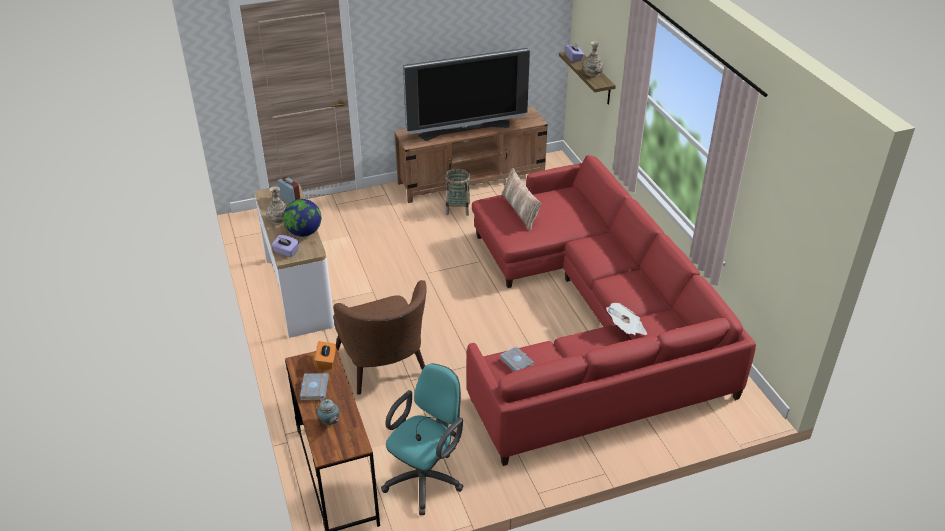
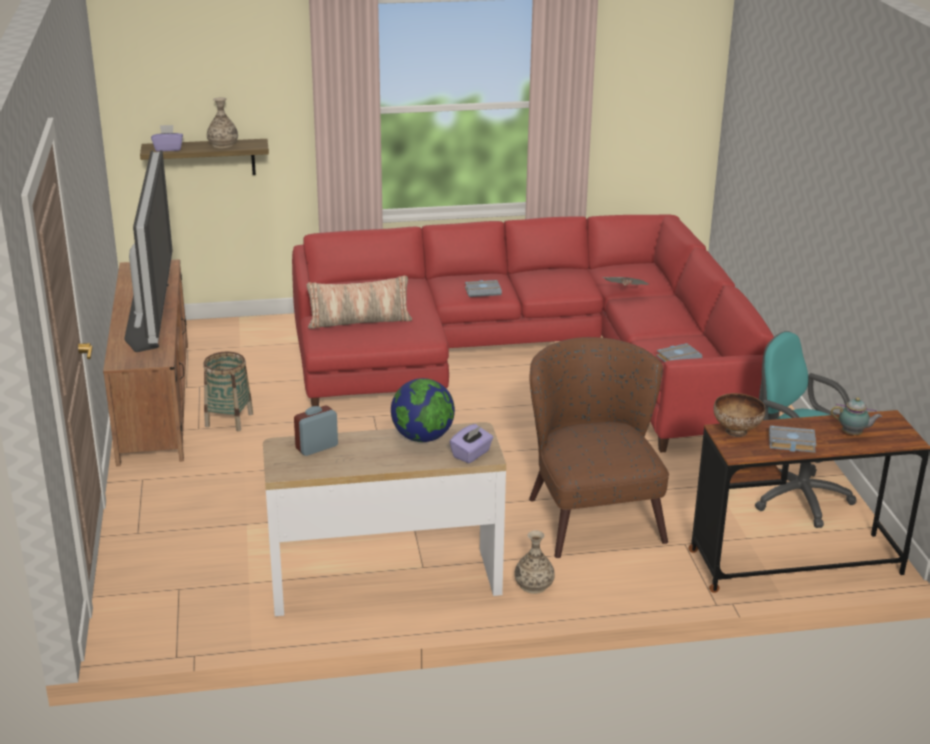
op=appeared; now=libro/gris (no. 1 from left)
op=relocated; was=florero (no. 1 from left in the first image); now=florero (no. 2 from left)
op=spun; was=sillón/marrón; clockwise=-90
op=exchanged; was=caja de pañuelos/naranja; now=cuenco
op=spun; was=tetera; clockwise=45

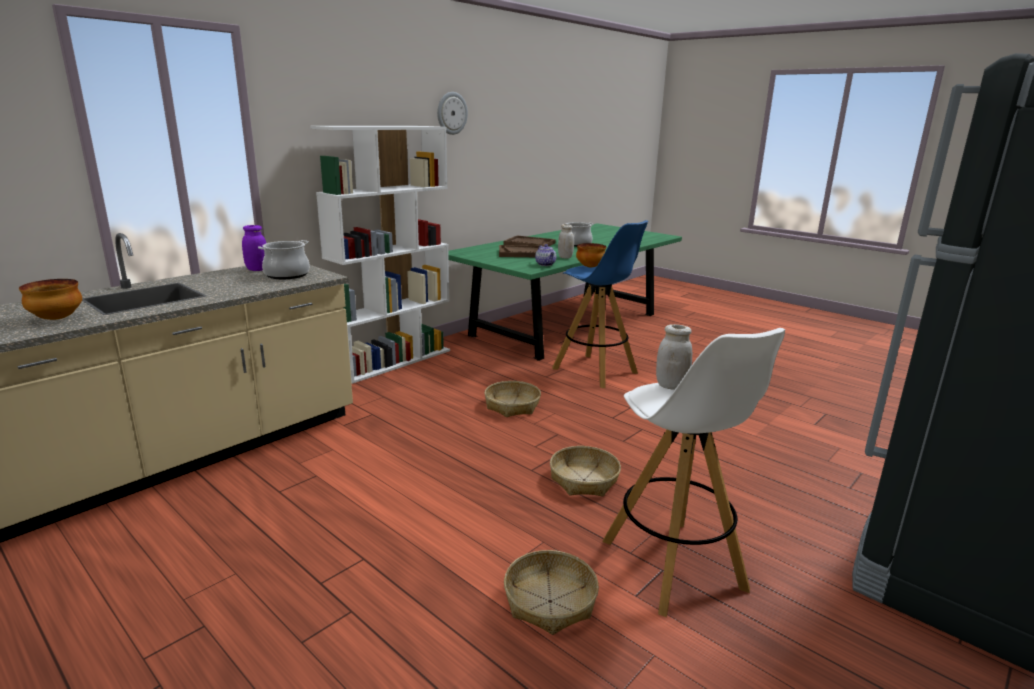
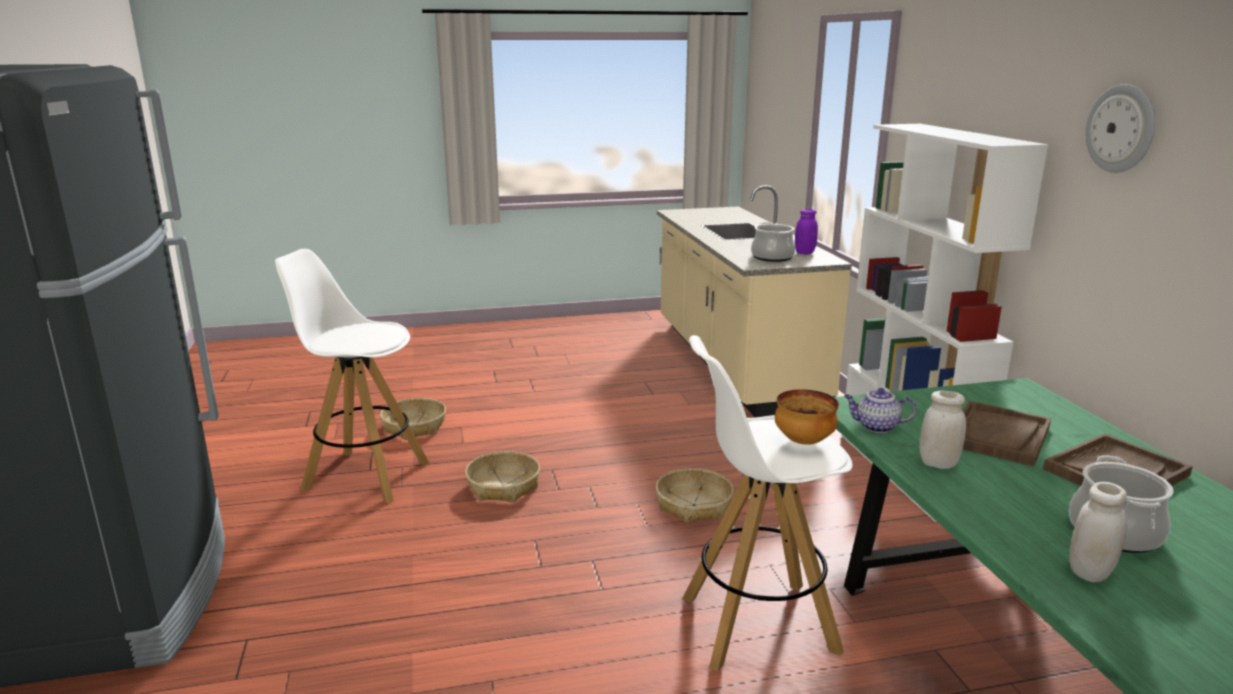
op=colour; was=taburete/azul; now=taburete/blanco (no. 2 from left)
op=relocated; was=tarro/blanco (no. 2 from left)
op=missing; was=cuenco (no. 1 from left)

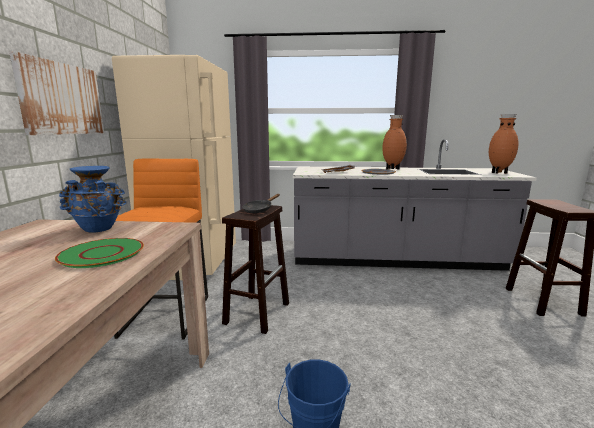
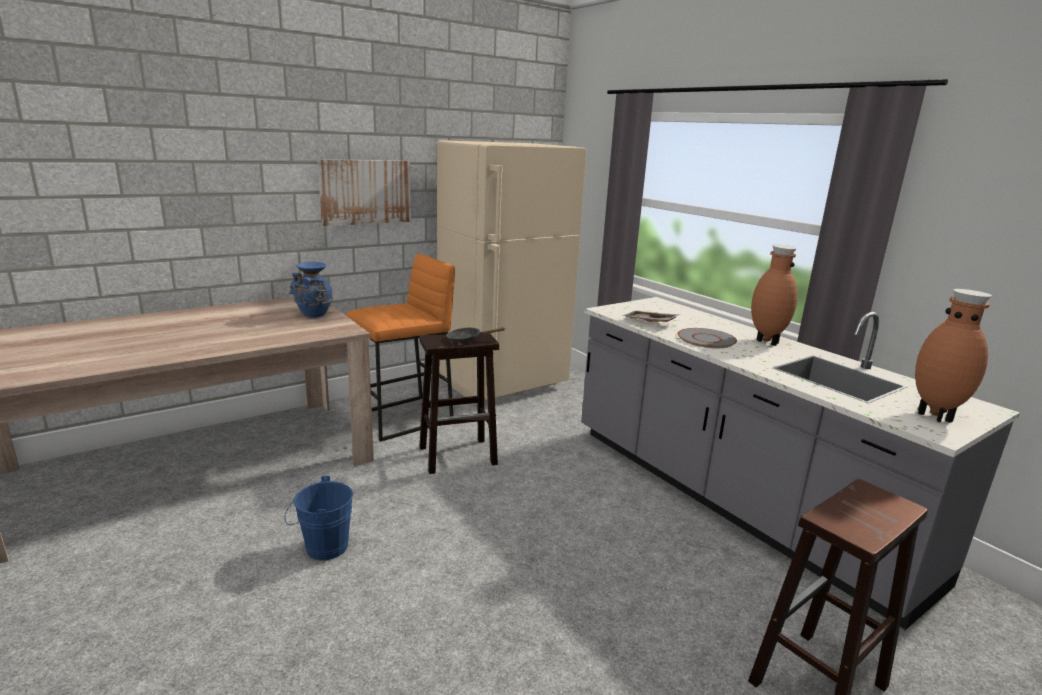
op=missing; was=plato/verde

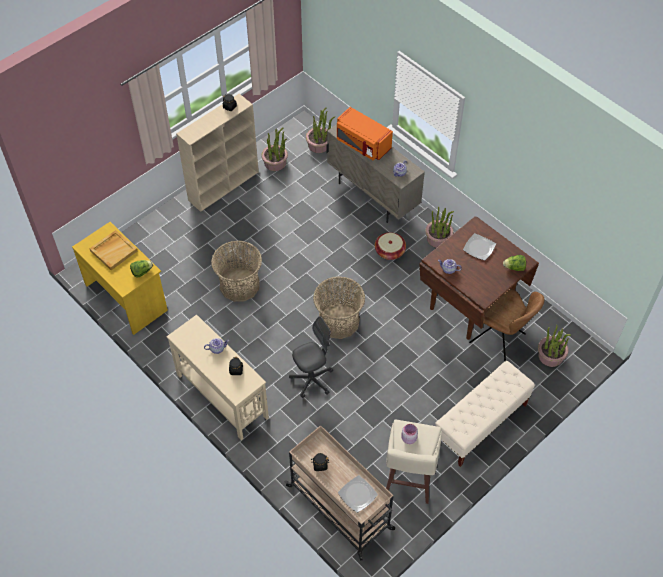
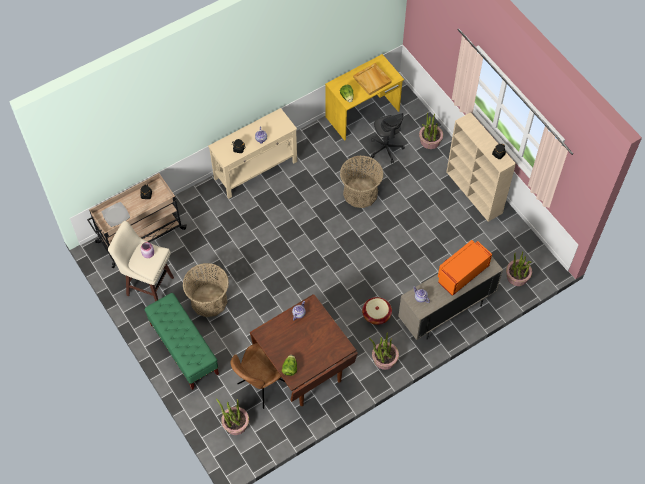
op=colour; was=banco/beis; now=banco/verde
op=relocated; was=cesta (no. 2 from left in the first image); now=cesta (no. 1 from left)
op=relocated; was=silla de oficina/gris
op=relocated; was=planta en maceta (no. 1 from left in the first image); now=planta en maceta (no. 3 from left)
op=missing; was=plato (no. 2 from left)

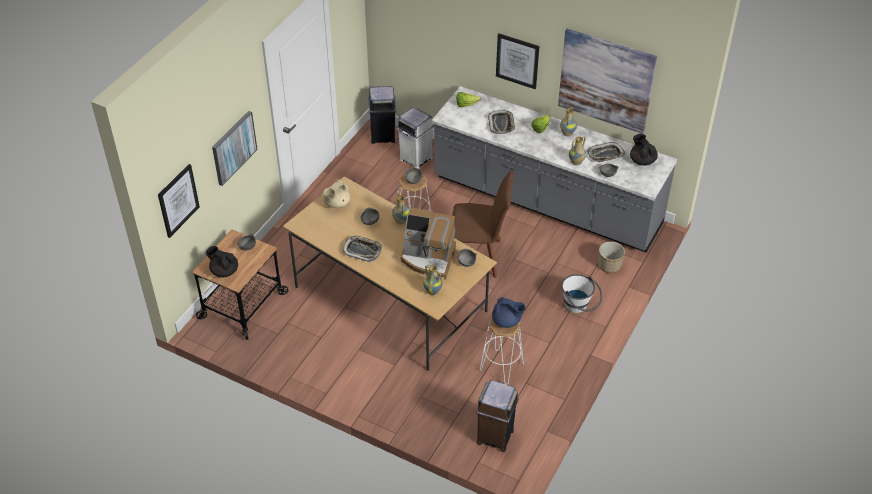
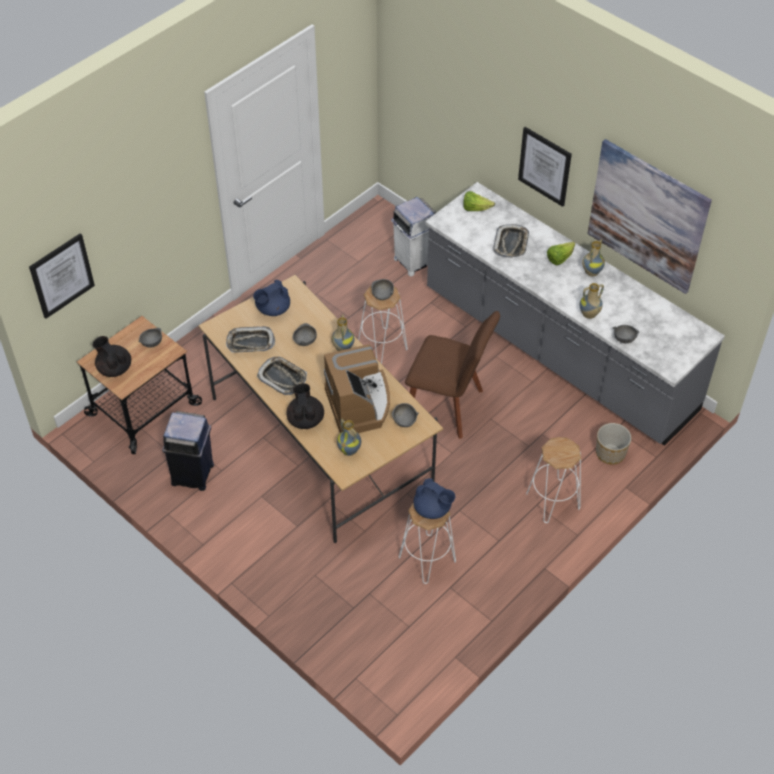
op=relocated; was=papelera/azul
op=relocated; was=bandeja (no. 3 from left in the first image); now=bandeja (no. 1 from left)
op=colour; was=tetera/beis; now=tetera/azul (no. 1 from left)
op=relocated; was=tetera/negro (no. 2 from left)
op=spun; was=cafetera; clockwise=-135
op=exchanged; was=cubo/blanco; now=taburete/blanco (no. 3 from left)
op=missing; was=cuadro (no. 2 from left)
op=missing; was=papelera/marrón

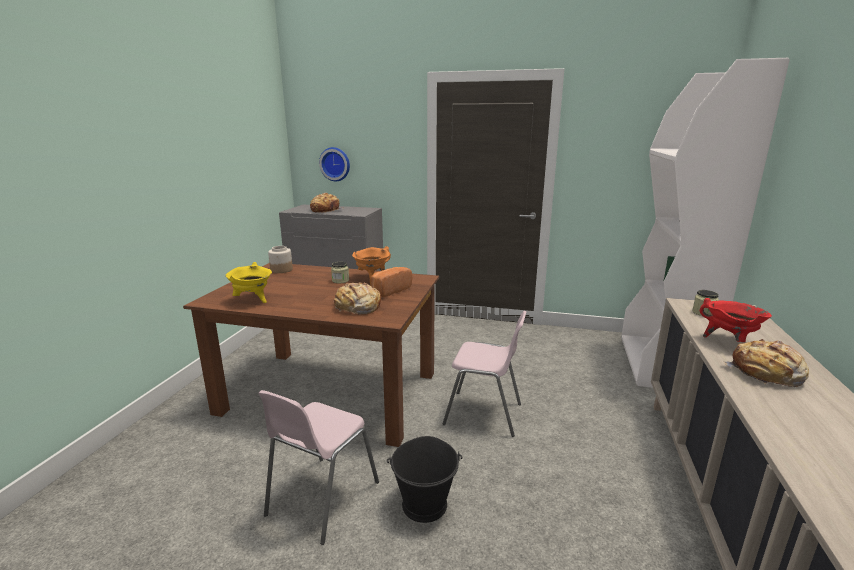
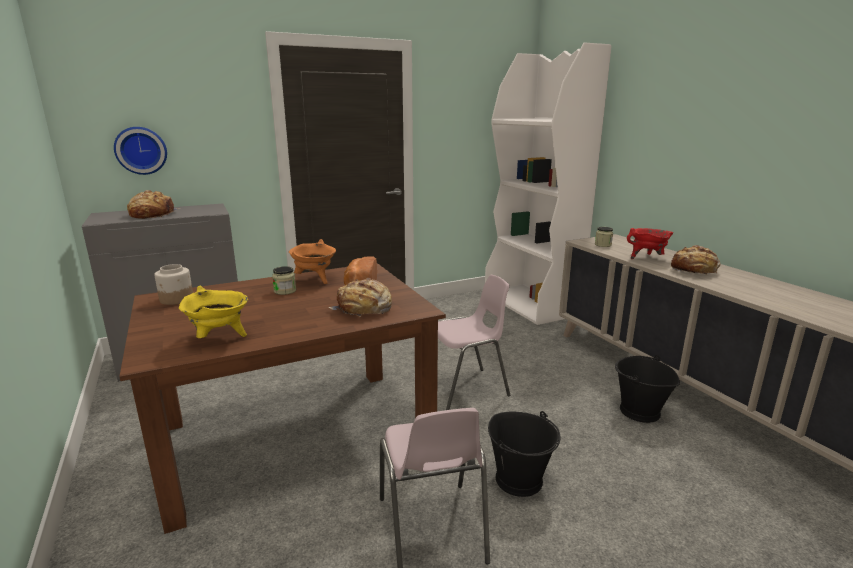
op=appeared; now=cubo/negro (no. 2 from left)

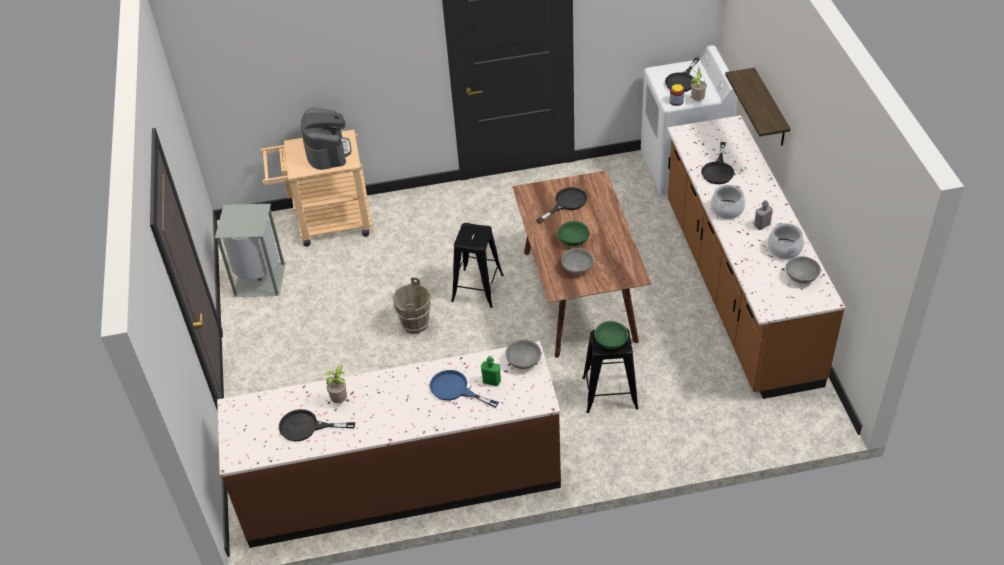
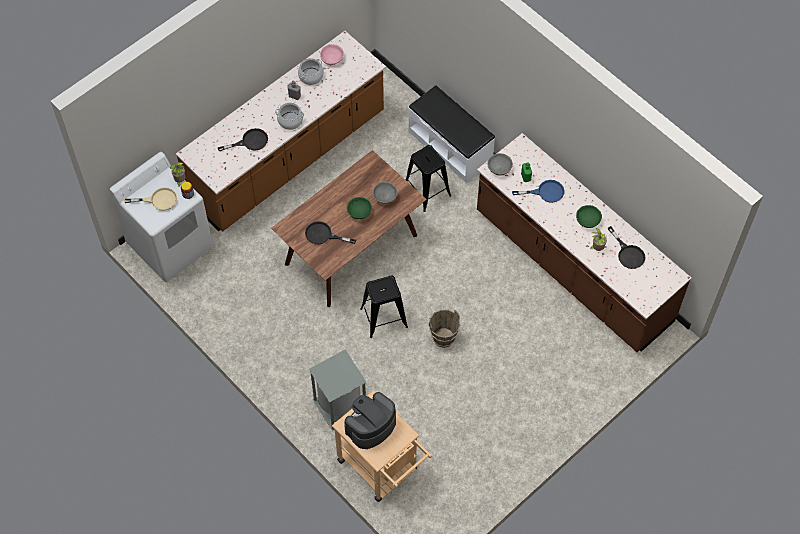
op=colour; was=sartén/negro (no. 3 from left); now=sartén/beis
op=relocated; was=papelera/gris
op=colour; was=cuenco/gris (no. 3 from left); now=cuenco/rosa
op=appeared; now=banco/blanco
op=spun; was=sartén/azul; clockwise=-90
op=relocated; was=cuenco/verde (no. 2 from left)
op=missing; was=estante

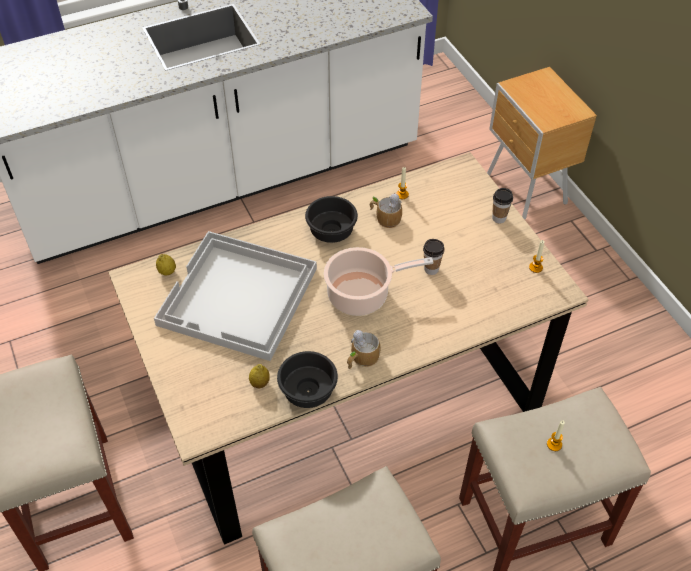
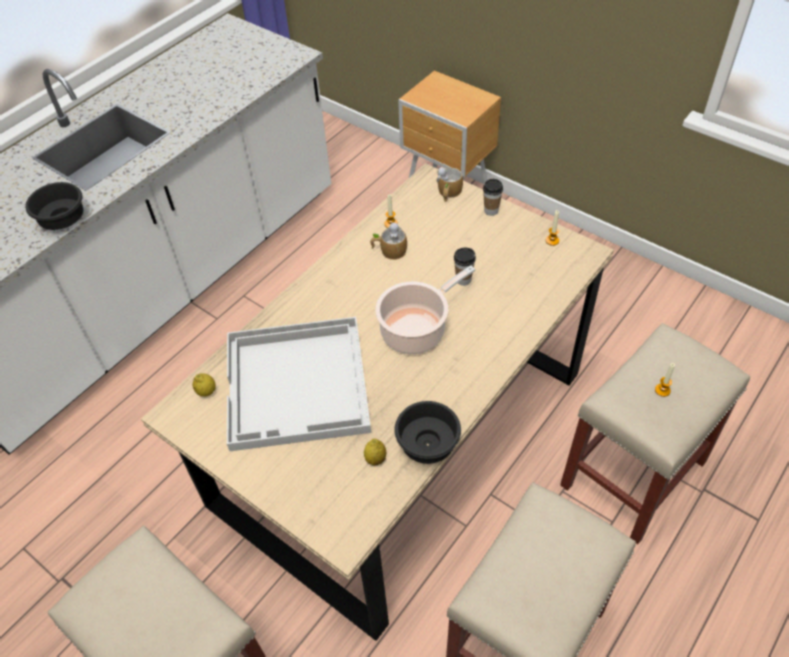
op=relocated; was=cuenco/negro (no. 2 from left in the first image); now=cuenco/negro (no. 1 from left)
op=relocated; was=taza grande (no. 1 from left in the first image); now=taza grande (no. 2 from left)

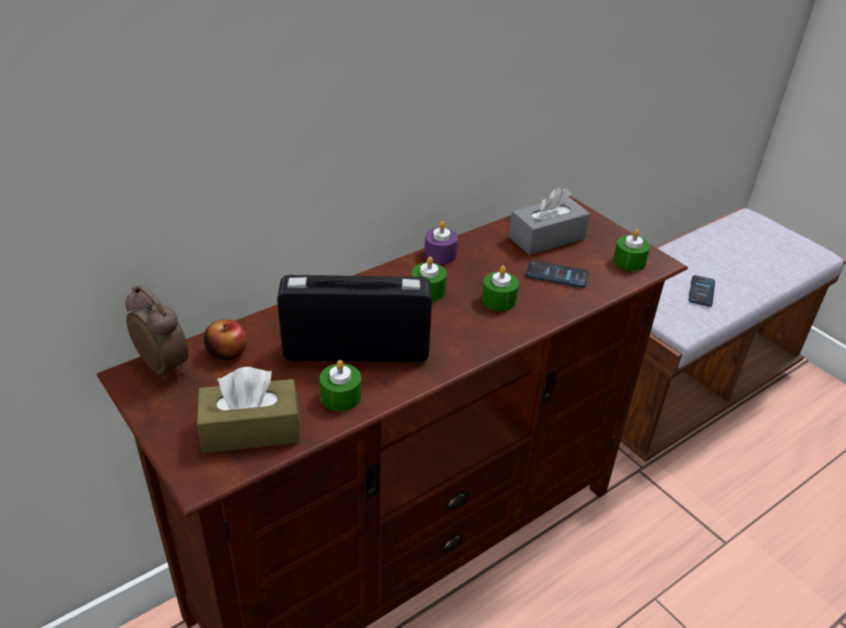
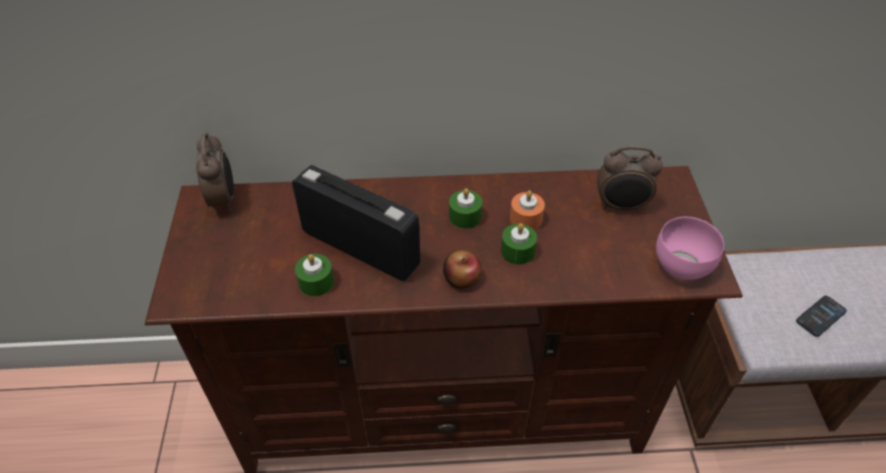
op=relocated; was=manzana
op=appeared; now=vela/naranja
op=exchanged; was=caja de pañuelos/gris; now=despertador (no. 2 from left)
op=exchanged; was=vela/verde (no. 4 from left); now=cuenco/rosa
op=missing; was=caja de pañuelos/marrón
op=missing; was=vela/morado
op=missing; was=móvil (no. 1 from left)

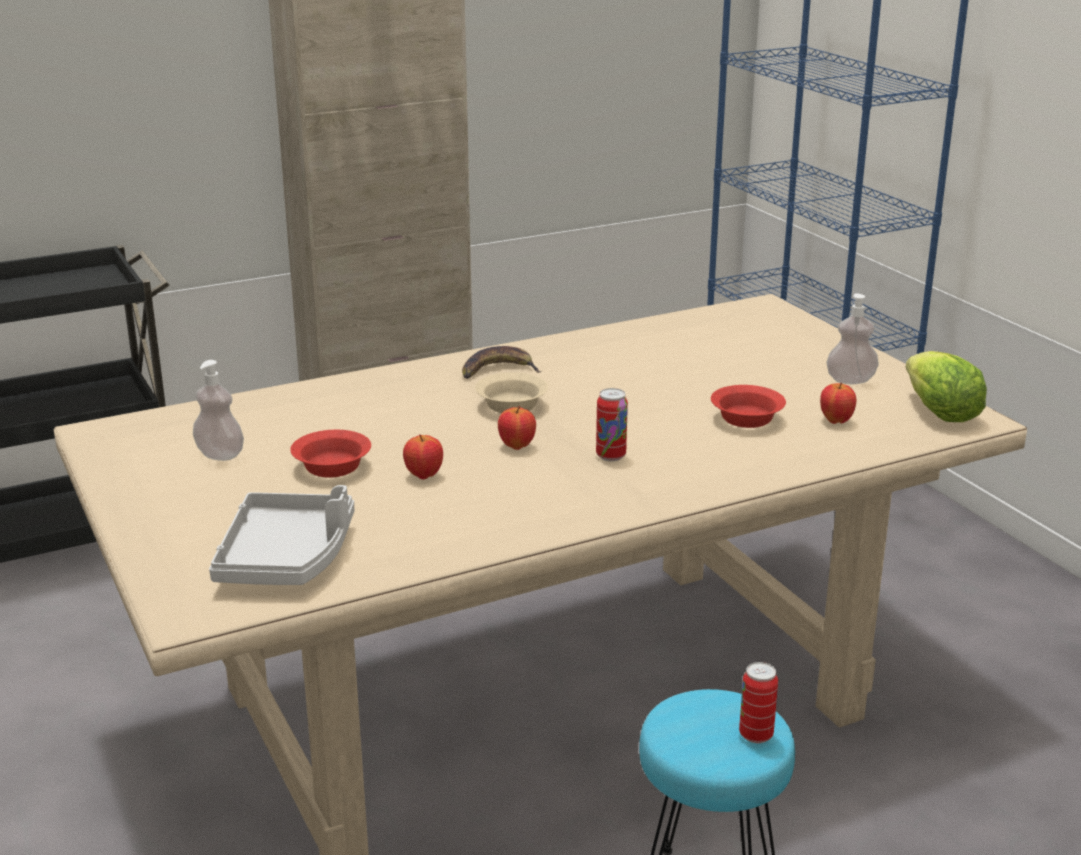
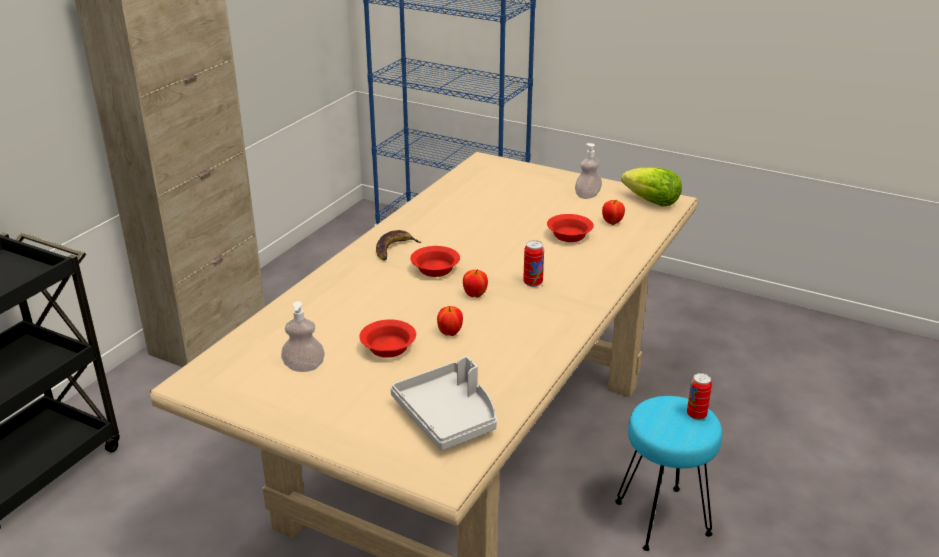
op=colour; was=cuenco/beis; now=cuenco/rojo (no. 2 from left)

